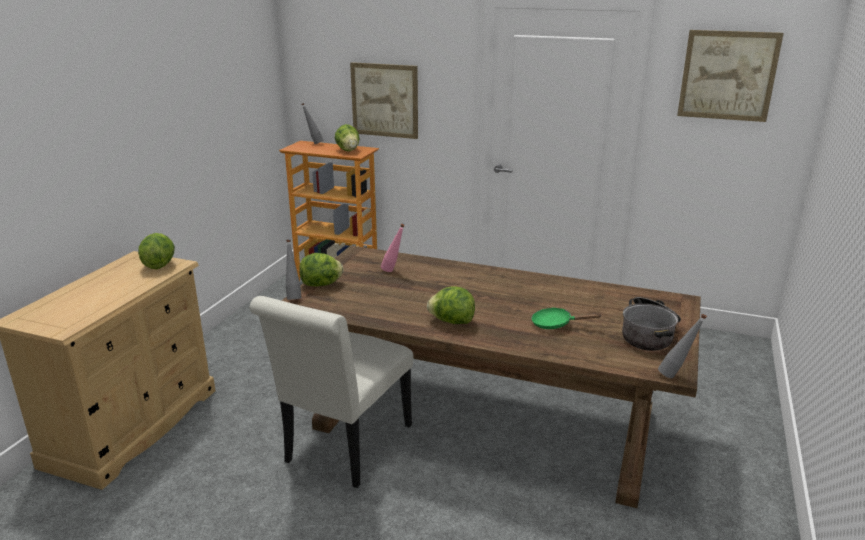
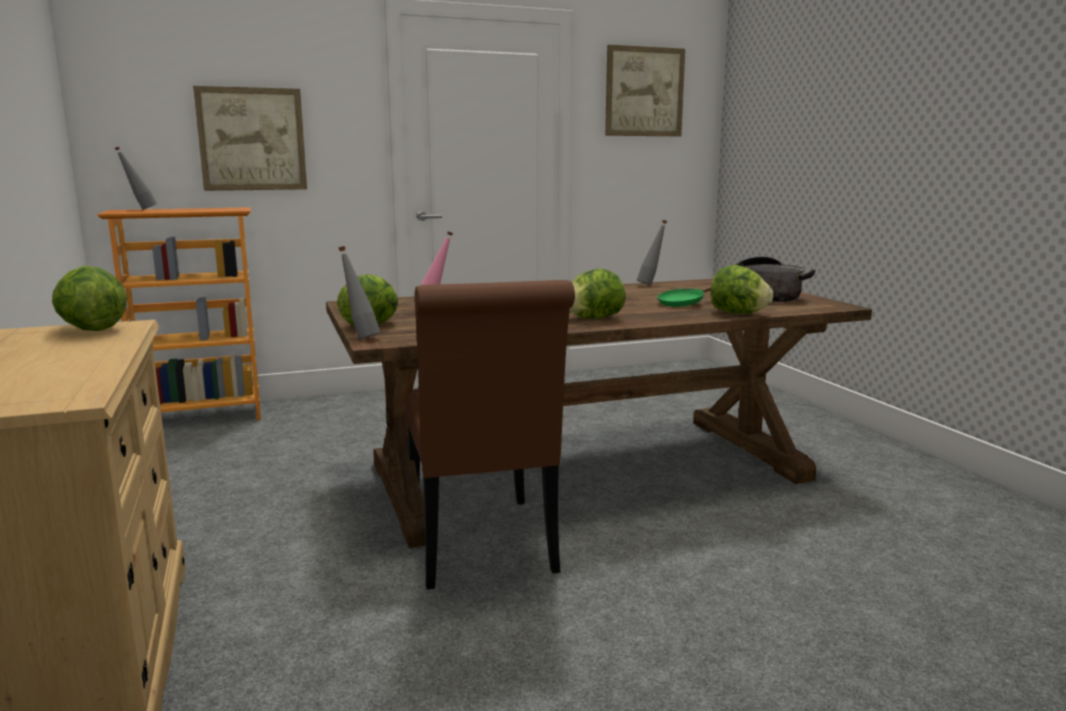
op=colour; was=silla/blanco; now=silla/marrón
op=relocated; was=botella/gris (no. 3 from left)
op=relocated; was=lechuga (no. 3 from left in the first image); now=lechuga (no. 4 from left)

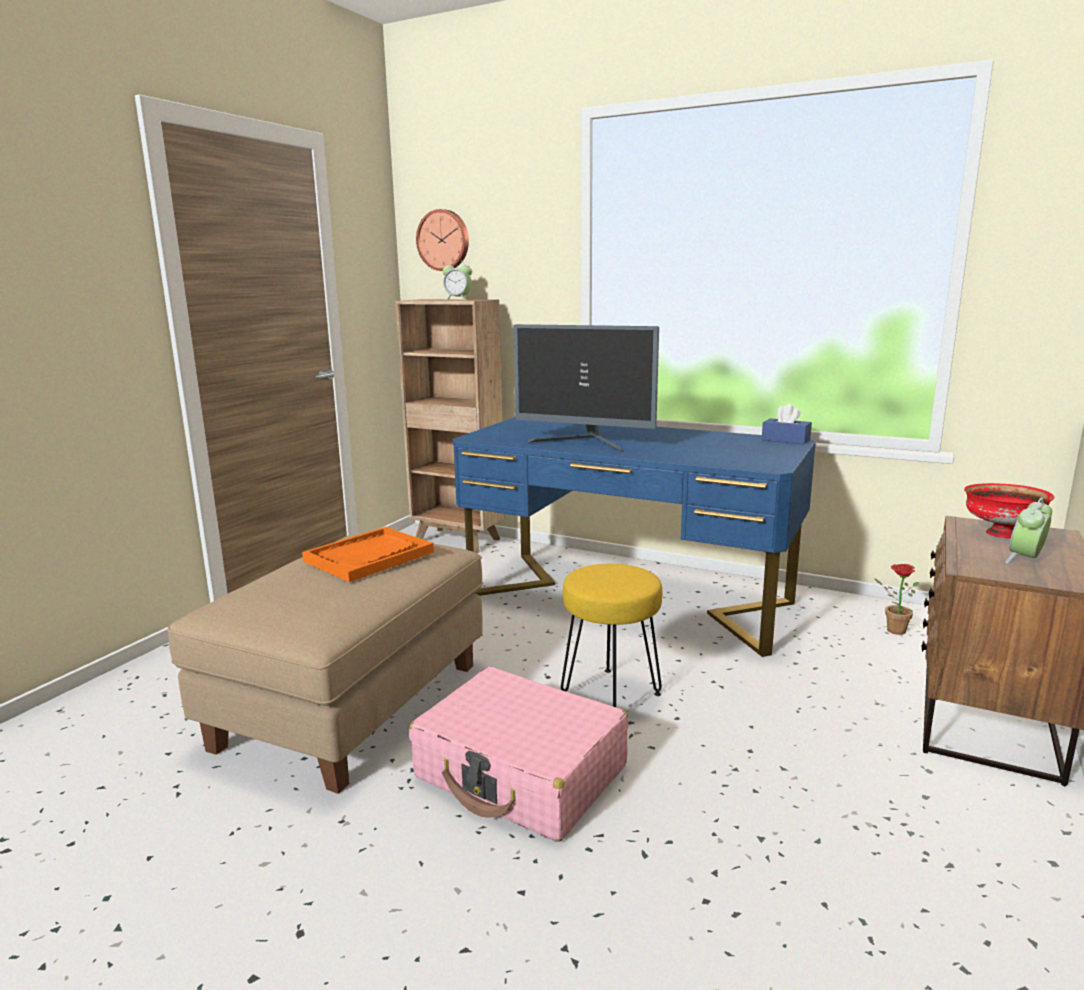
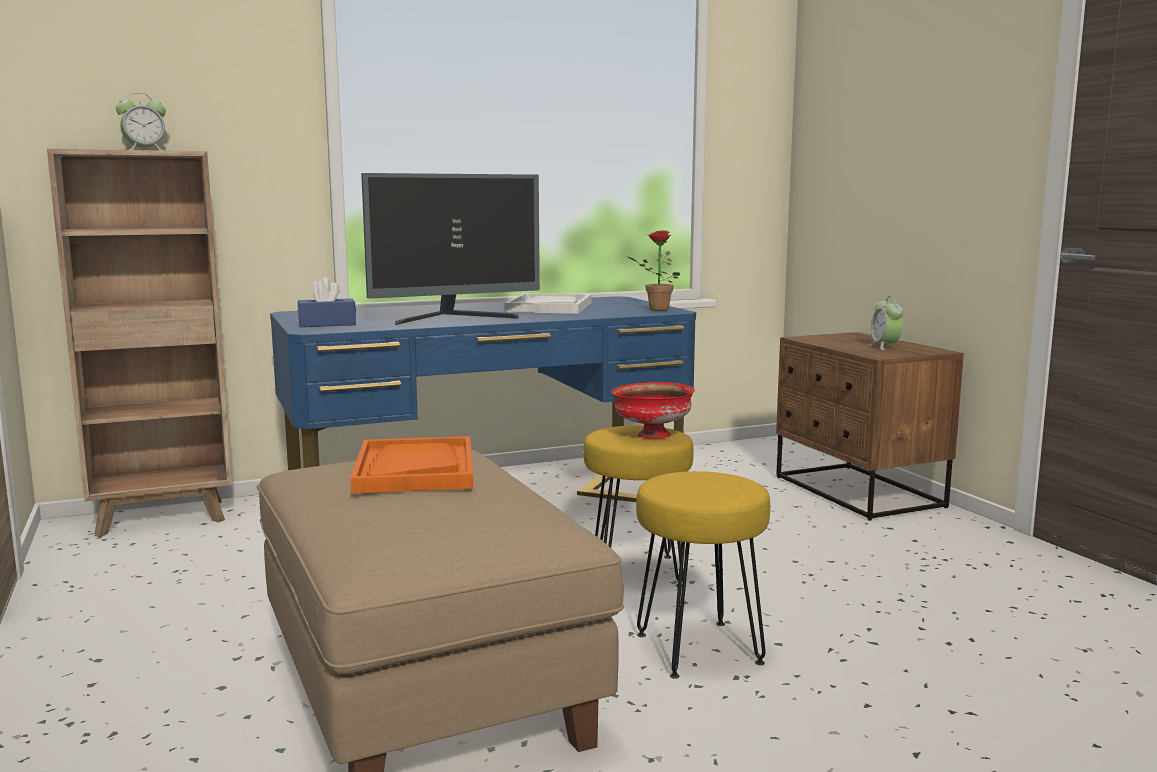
op=relocated; was=caja de pañuelos/azul
op=appeared; now=bandeja/blanco
op=relocated; was=cuenco/rojo
op=relocated; was=planta en maceta
op=exchanged; was=maleta/rosa; now=taburete/amarillo (no. 2 from left)
op=missing; was=reloj de pared

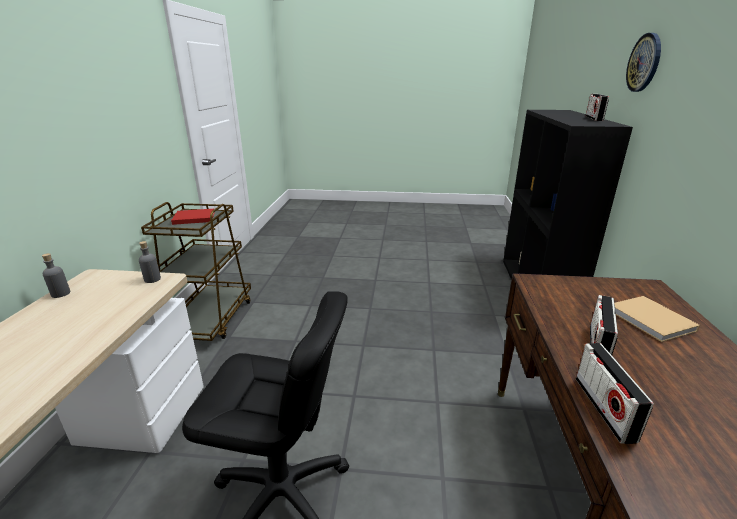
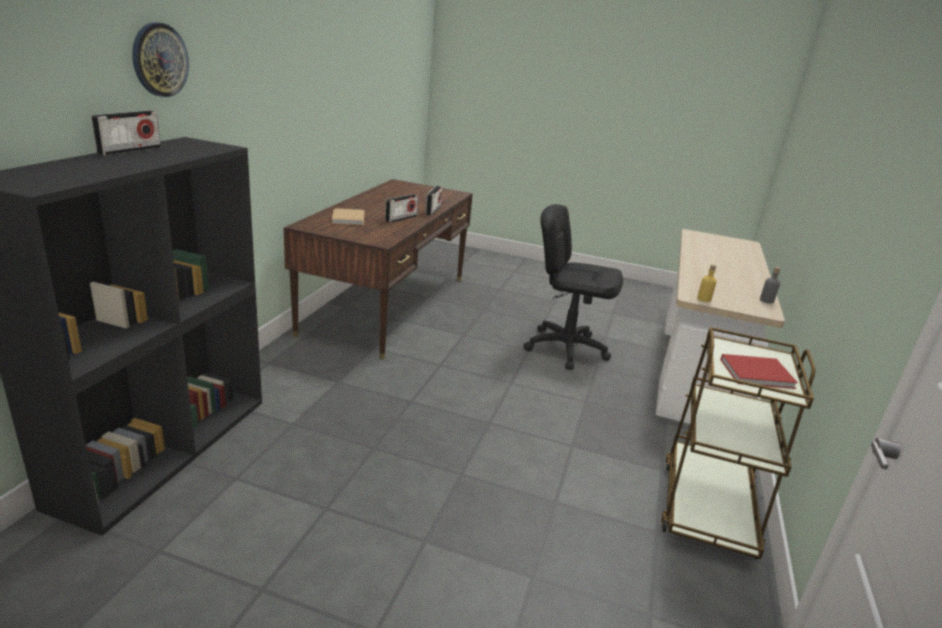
op=colour; was=botella/gris (no. 2 from left); now=botella/amarillo

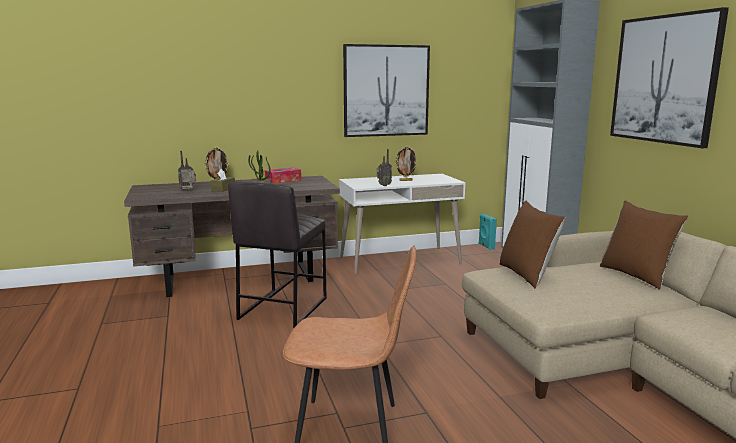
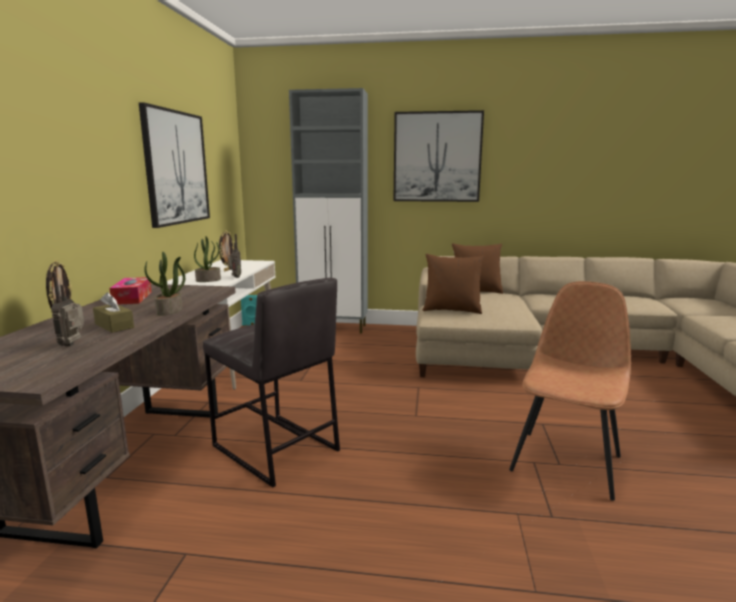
op=appeared; now=planta en maceta (no. 2 from left)

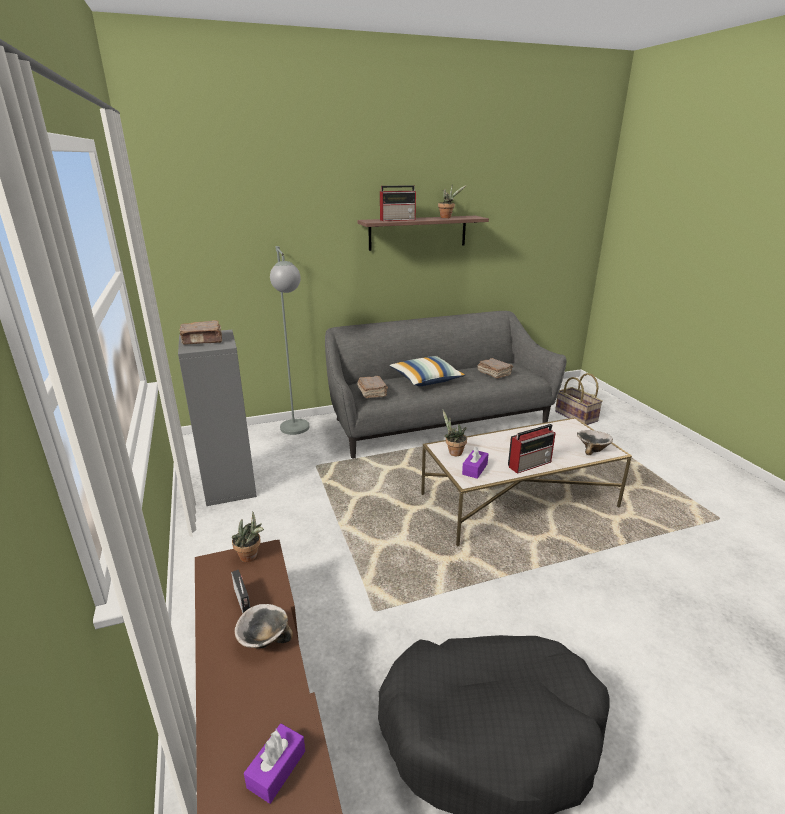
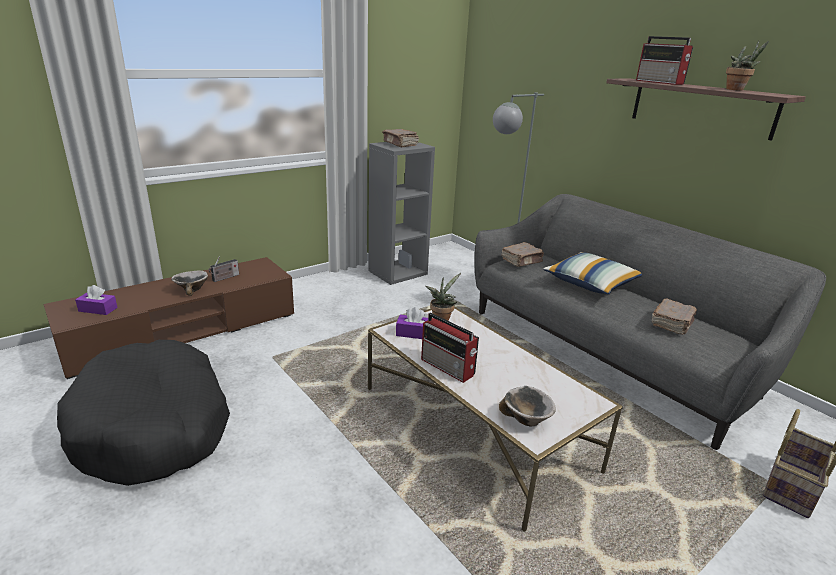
op=missing; was=planta en maceta (no. 1 from left)

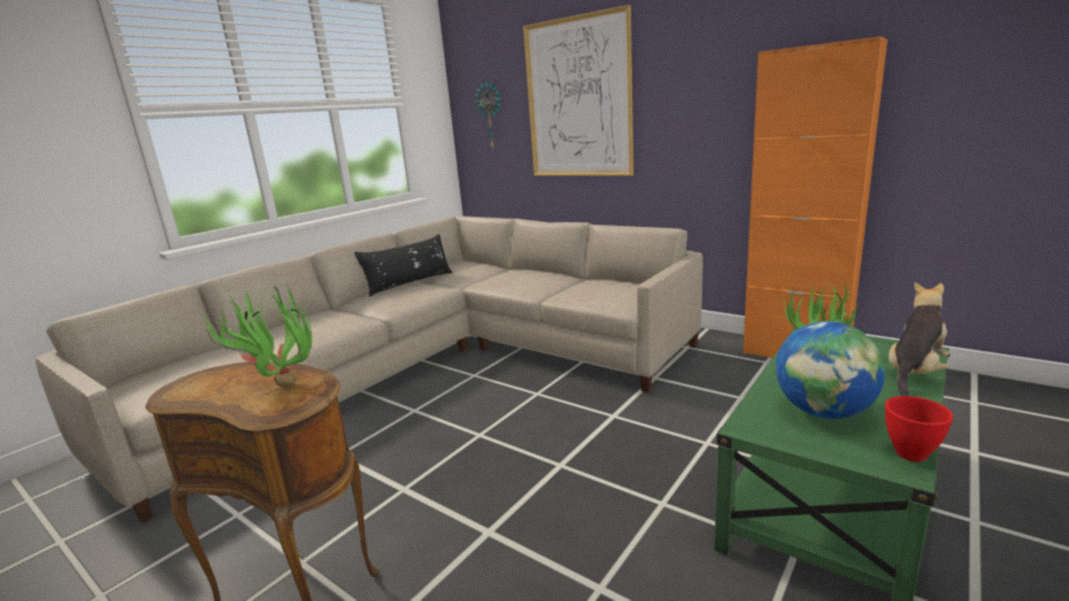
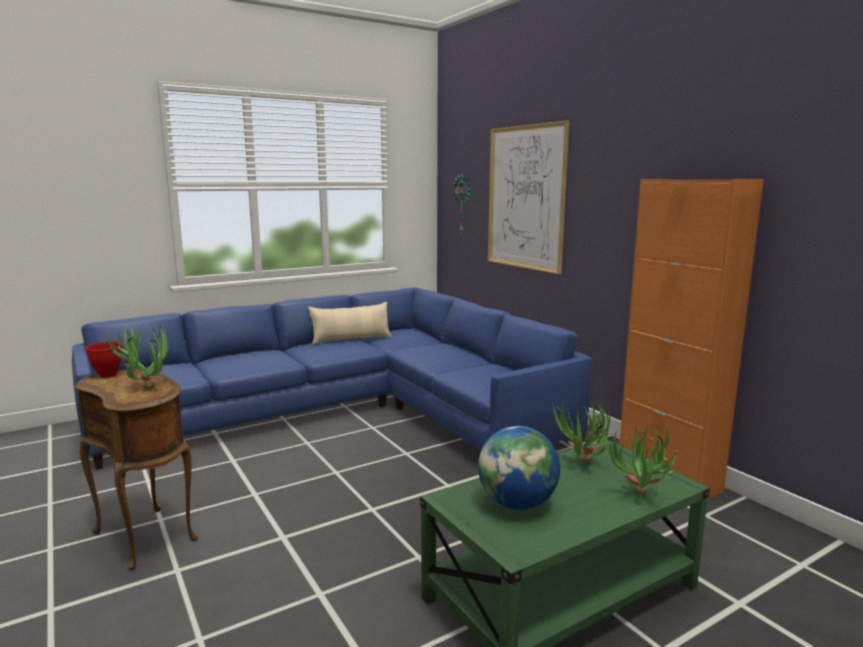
op=colour; was=sofá/beis; now=sofá/azul
op=relocated; was=cuenco/rojo
op=colour; was=cojín/negro; now=cojín/beis
op=exchanged; was=peluche; now=planta en maceta (no. 3 from left)

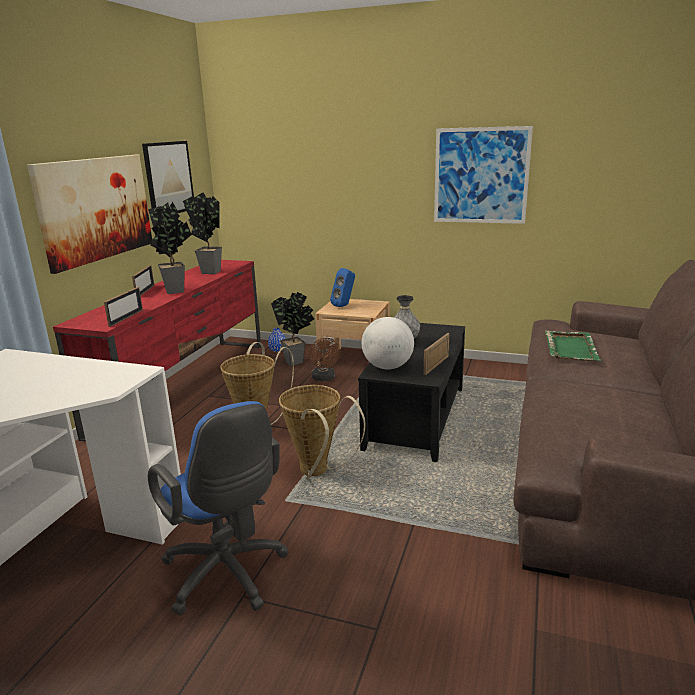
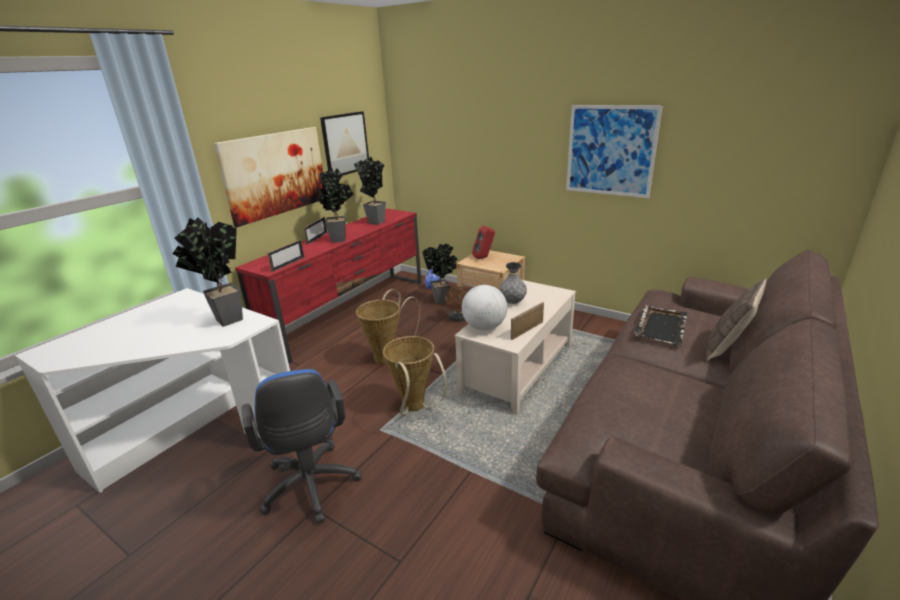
op=appeared; now=planta en maceta (no. 1 from left)
op=colour; was=mesa de centro/negro; now=mesa de centro/beis
op=colour; was=altavoz/azul; now=altavoz/rojo
op=colour; was=bandeja/verde; now=bandeja/negro
op=appeared; now=cojín

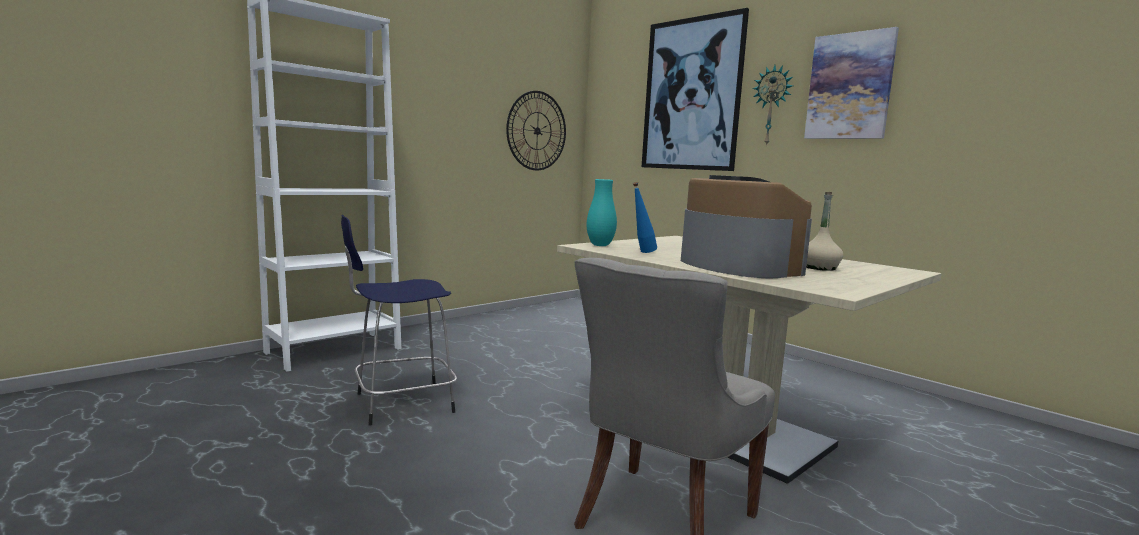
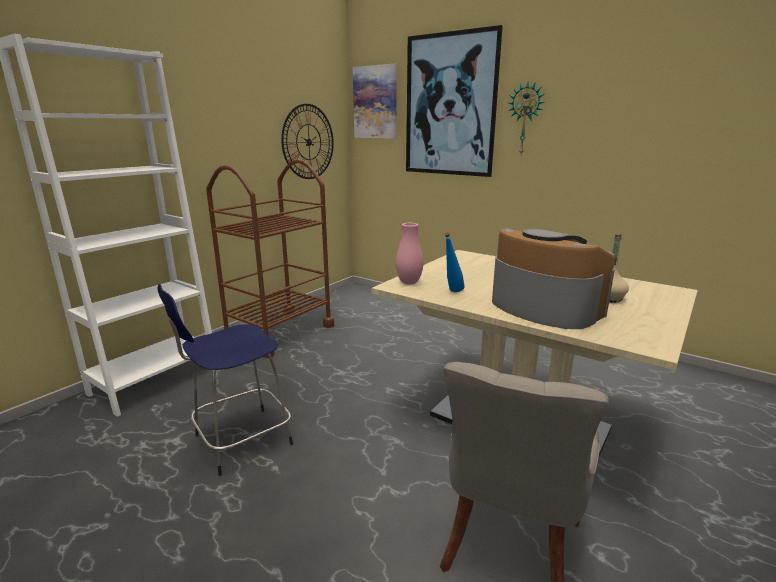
op=appeared; now=carrito/marrón
op=relocated; was=cuadro (no. 2 from left in the first image); now=cuadro (no. 1 from left)
op=colour; was=florero/turquesa; now=florero/rosa

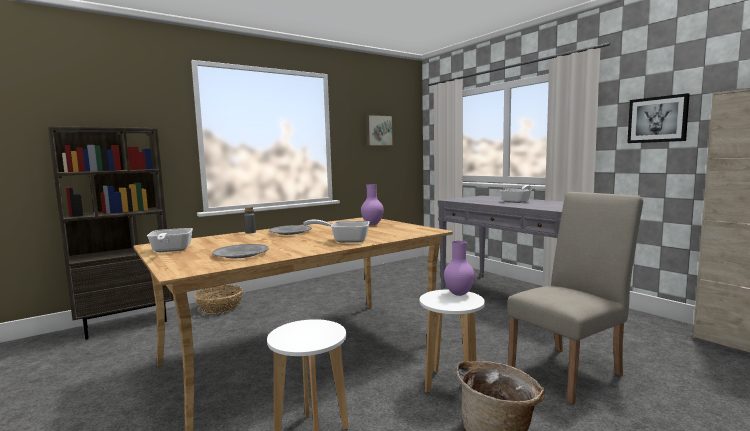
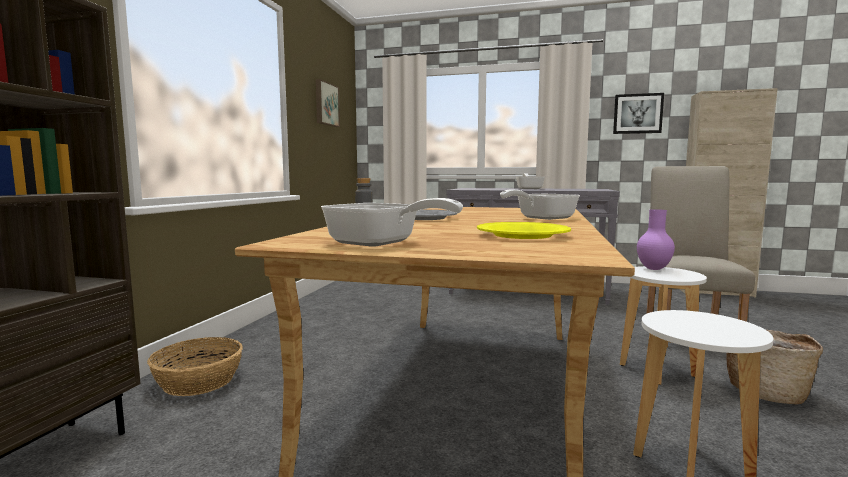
op=colour; was=plato/gris (no. 1 from left); now=plato/amarillo
op=missing; was=florero/morado (no. 1 from left)

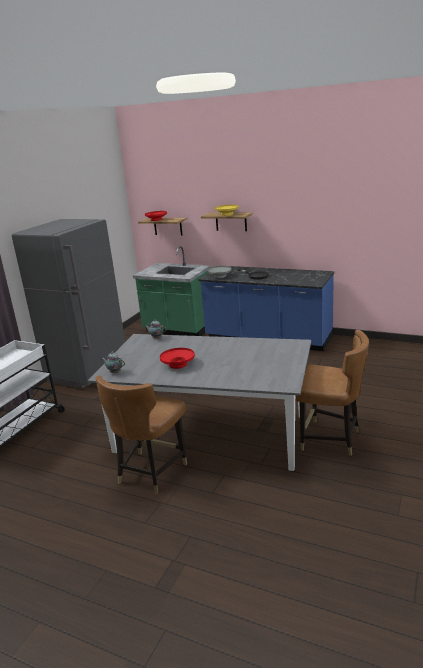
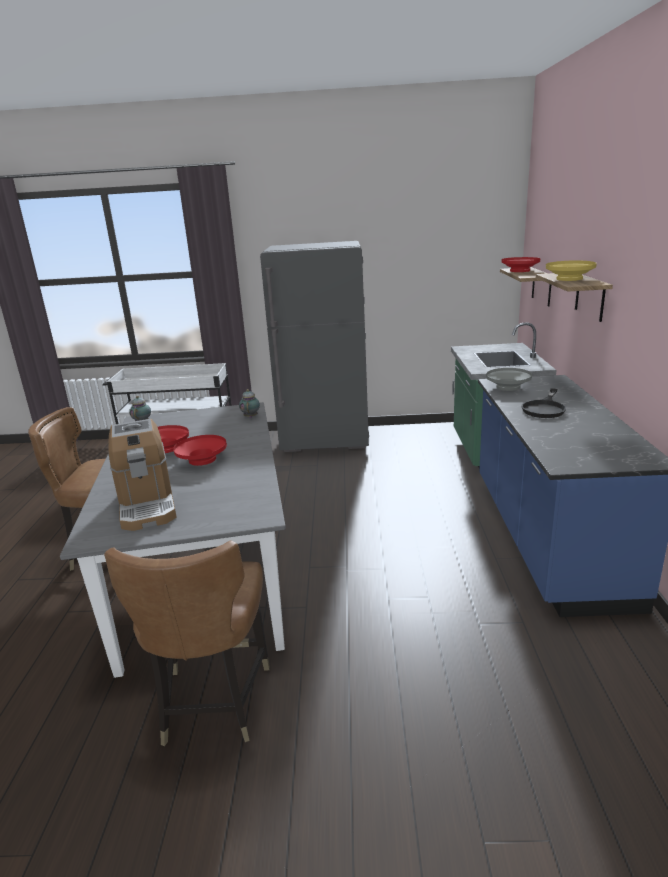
op=appeared; now=cafetera
op=appeared; now=cuenco/rojo (no. 2 from left)

